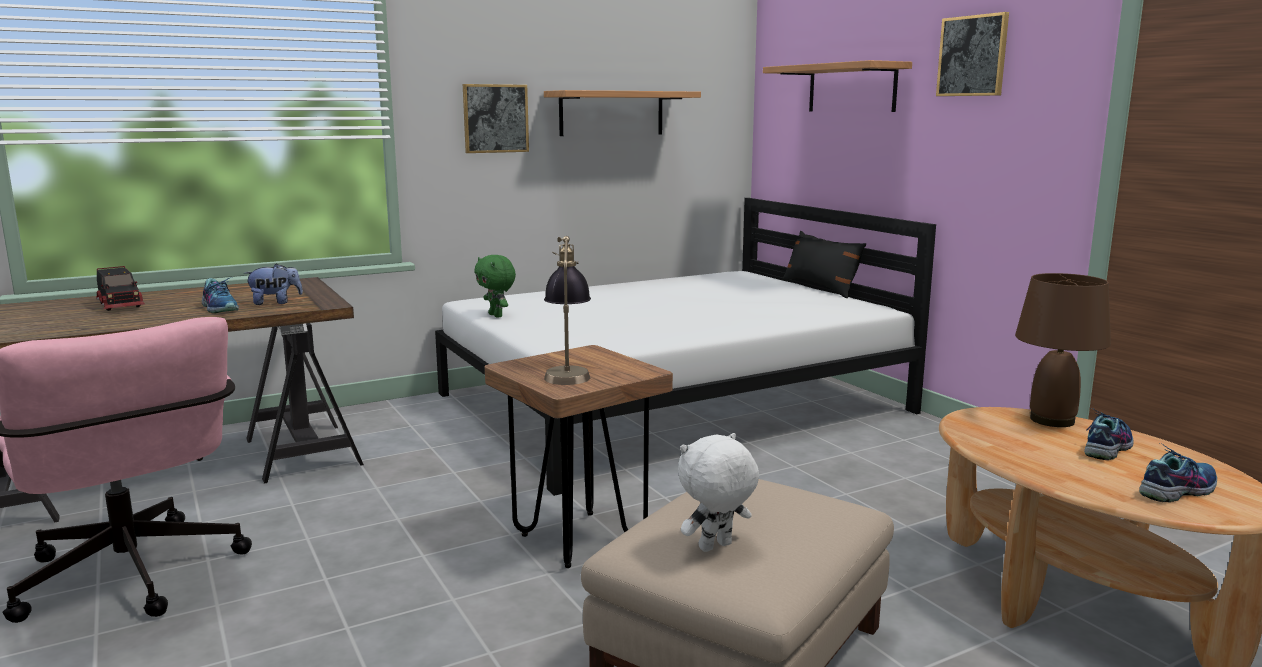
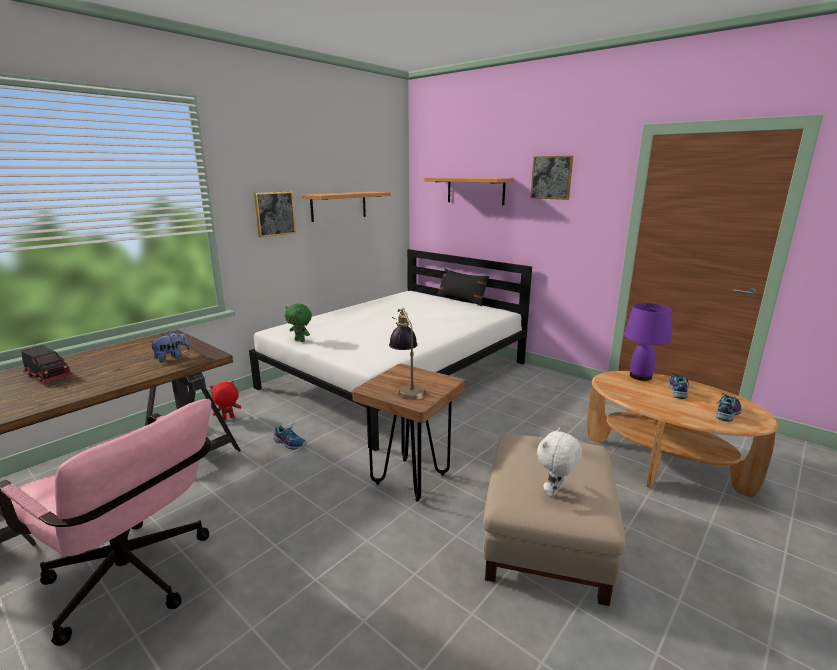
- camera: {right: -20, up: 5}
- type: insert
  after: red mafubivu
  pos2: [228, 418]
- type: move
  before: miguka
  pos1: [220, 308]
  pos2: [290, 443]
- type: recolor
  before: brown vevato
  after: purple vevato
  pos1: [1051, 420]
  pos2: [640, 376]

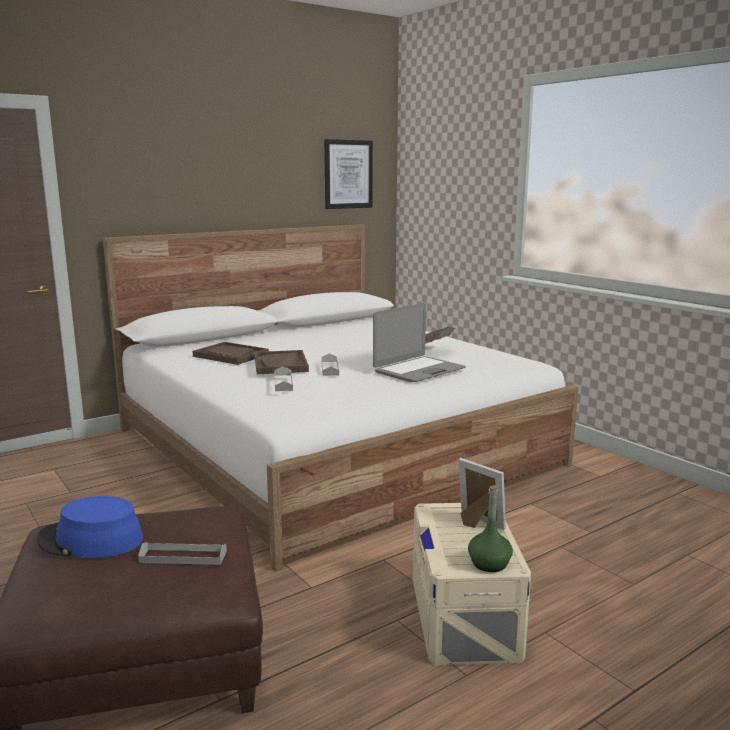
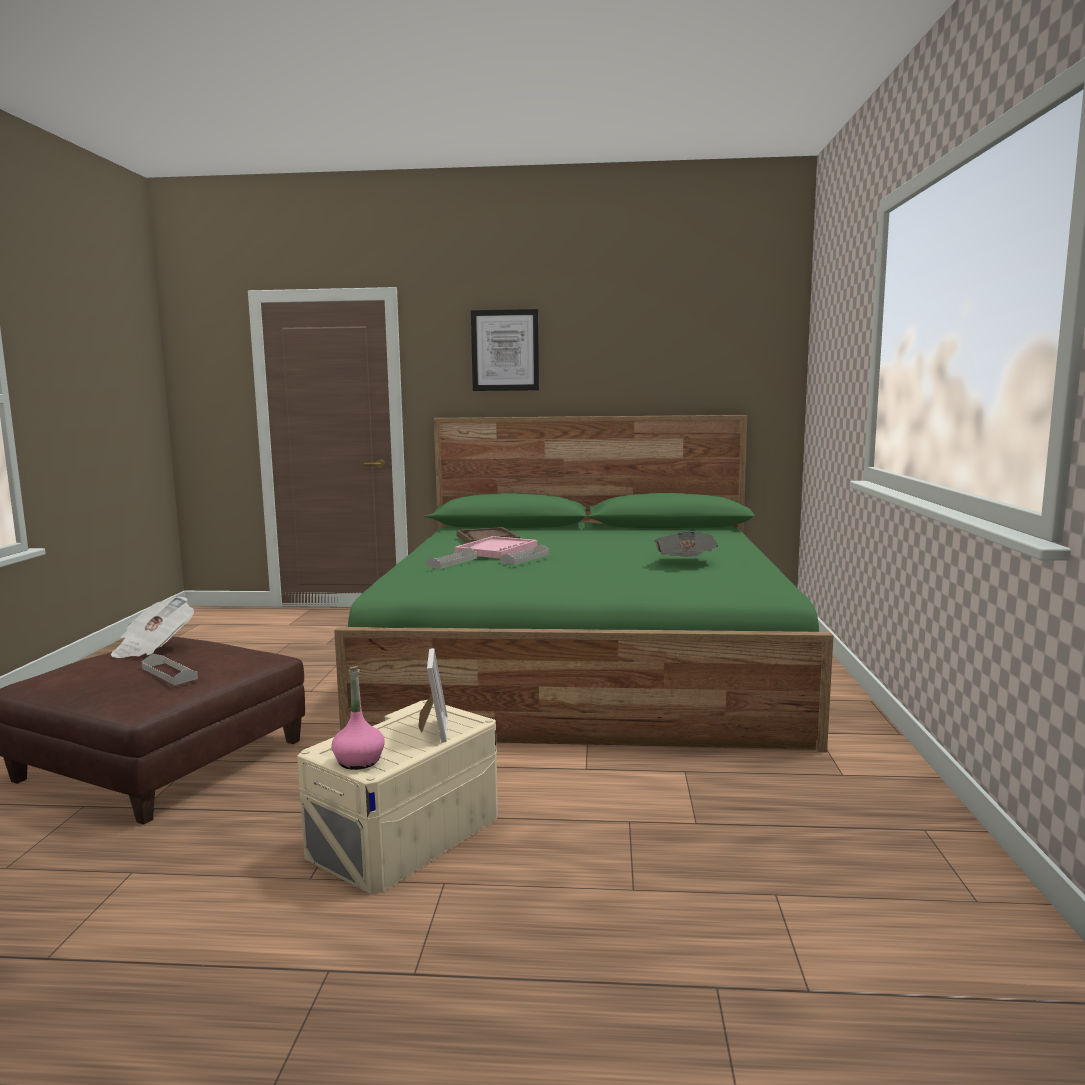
- camera: {right: 40, up: -5}
- type: replace
  before: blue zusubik
  after: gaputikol
  pos1: [90, 540]
  pos2: [153, 648]
- type: recolor
  before: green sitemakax
  after: pink sitemakax
  pos1: [489, 564]
  pos2: [358, 761]
- type: recolor
  before: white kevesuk
  after: green kevesuk
  pos1: [331, 446]
  pos2: [585, 661]
- type: recolor
  before: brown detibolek
  after: pink detibolek
  pos1: [280, 364]
  pos2: [496, 550]
- type: move
  before: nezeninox
  pos1: [348, 174]
  pos2: [505, 350]
- type: delete
  before: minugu
  pos1: [418, 370]

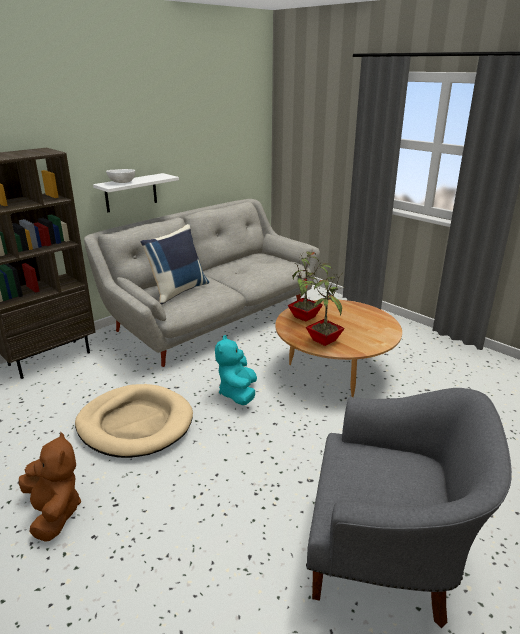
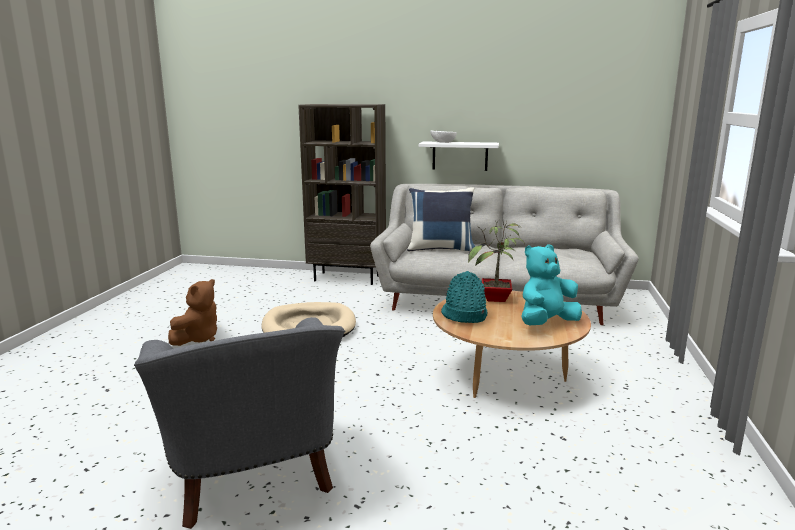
- camera: {right: 55, up: -10}
- type: replace
  before: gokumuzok
  after: turquoise zusubik
  pos1: [323, 340]
  pos2: [464, 315]
- type: move
  before: turquoise mafubivu
  pos1: [238, 393]
  pos2: [546, 323]

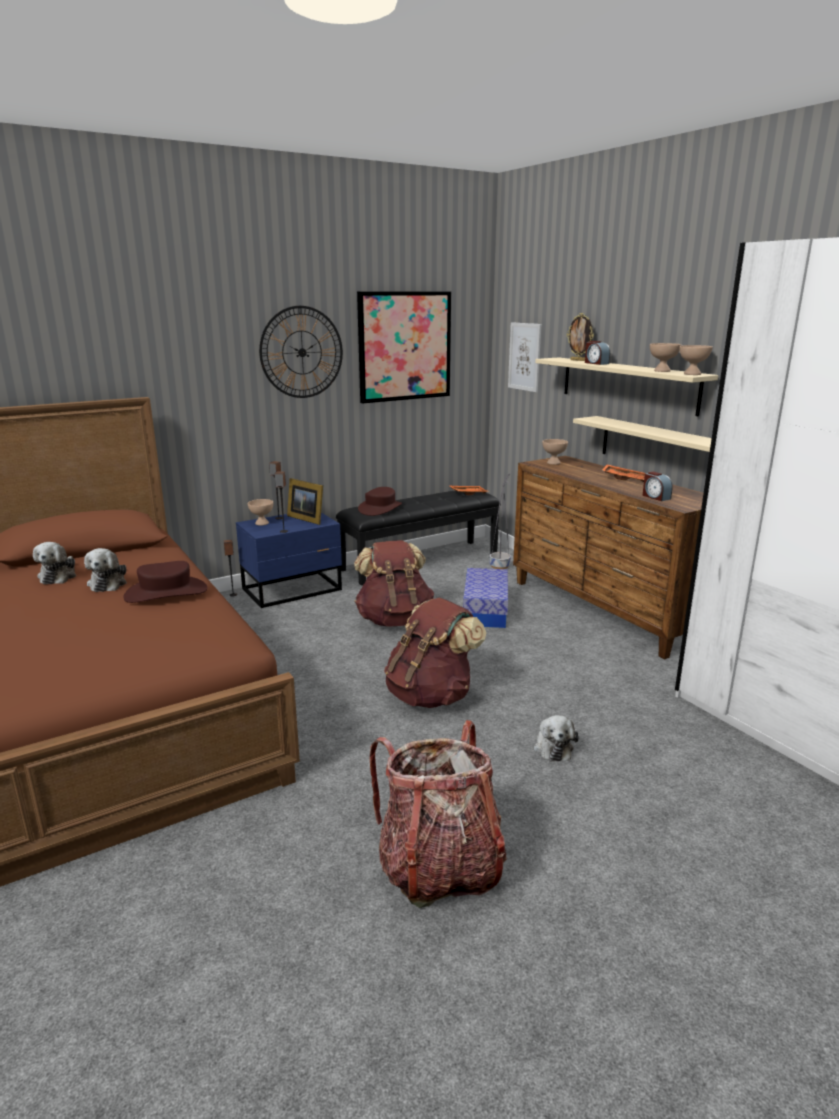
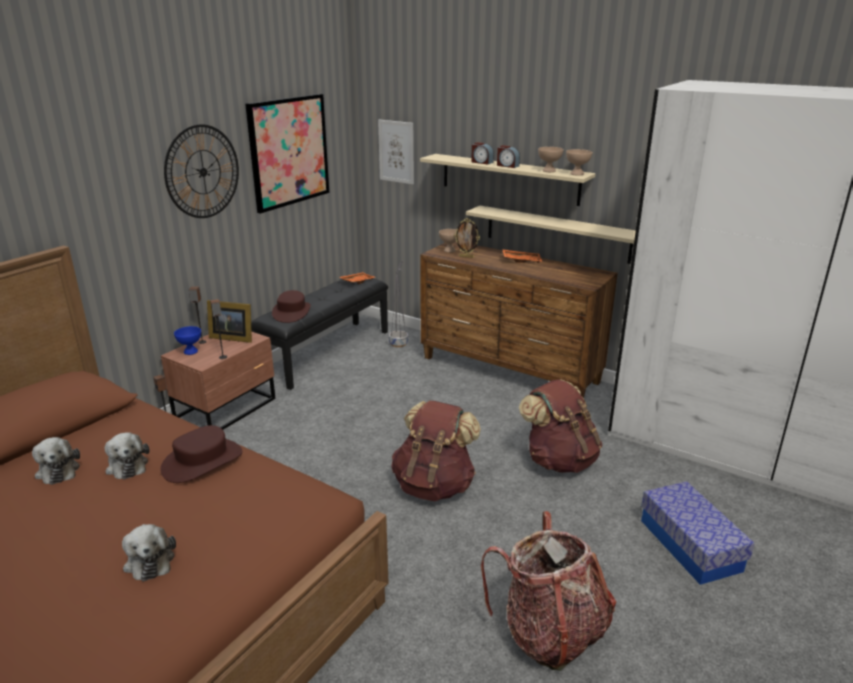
- camera: {right: -25, up: 5}
- type: move
  before: mafubivu
  pos1: [553, 747]
  pos2: [149, 560]
- type: recolor
  before: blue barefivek
  after: brown barefivek
  pos1: [294, 590]
  pos2: [228, 409]
- type: recolor
  before: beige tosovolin
  after: blue tosovolin
  pos1: [262, 523]
  pos2: [191, 352]
- type: move
  before: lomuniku
  pos1: [578, 360]
  pos2: [466, 257]
- type: move
  before: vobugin
  pos1: [655, 497]
  pos2: [507, 166]
- type: move
  before: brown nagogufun
  pos1: [394, 620]
  pos2: [559, 460]
- type: move
  before: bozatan
  pos1: [485, 610]
  pos2: [690, 545]

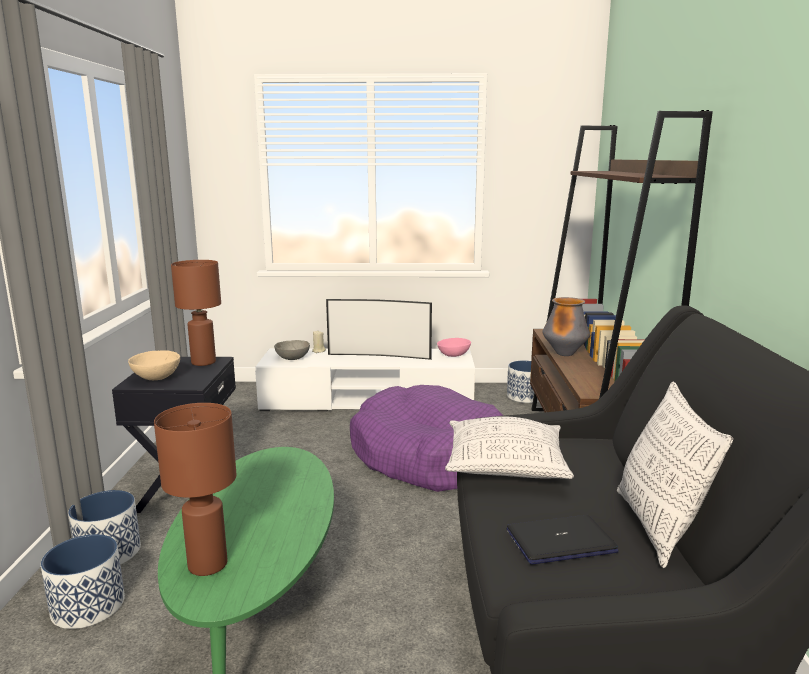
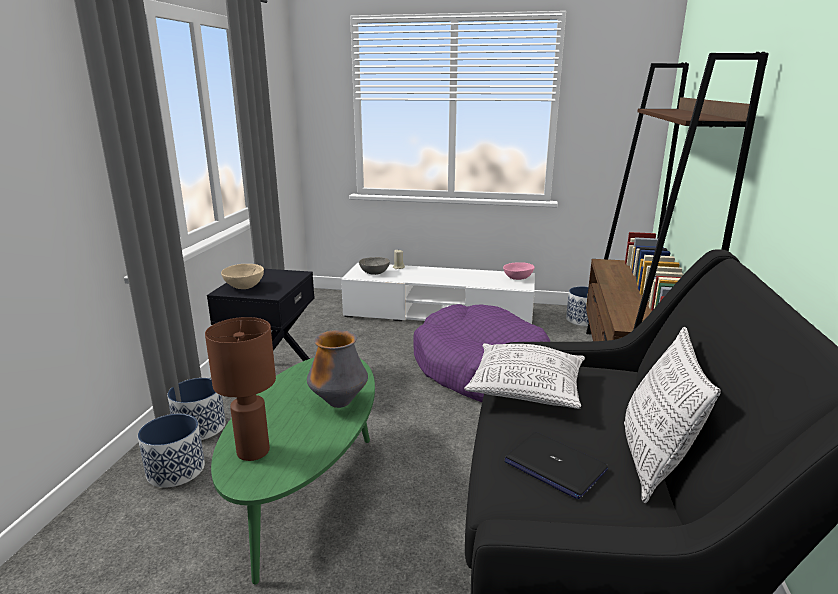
- camera: {right: 10, up: 5}
- type: move
  before: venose
  pos1: [564, 354]
  pos2: [339, 403]
- type: rotate
  before: minugu
  pos1: [560, 541]
  pos2: [554, 466]
  turn: -135
- type: delete
  before: brown vevato
  pos1: [203, 362]
- type: delete
  before: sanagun
  pos1: [379, 355]

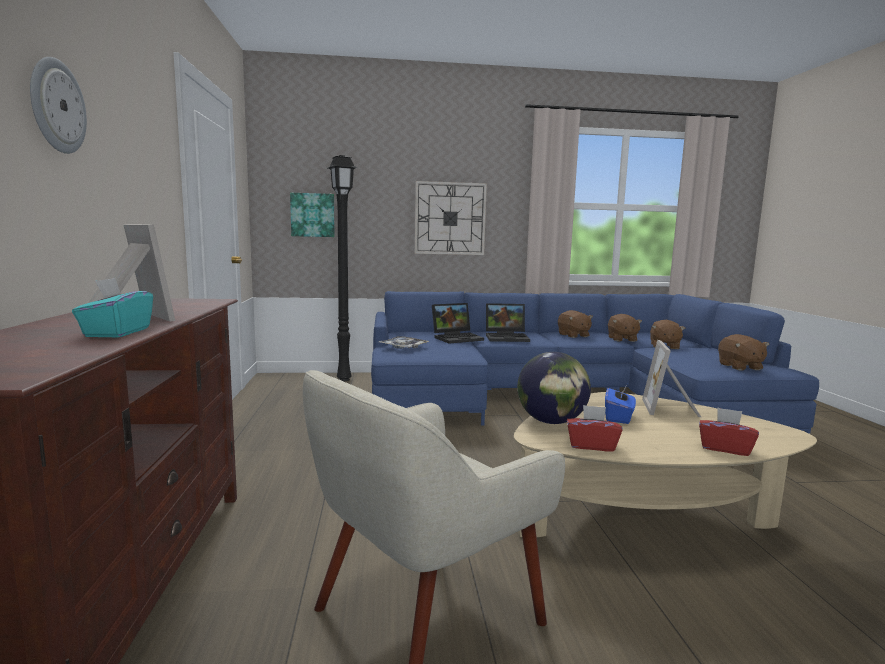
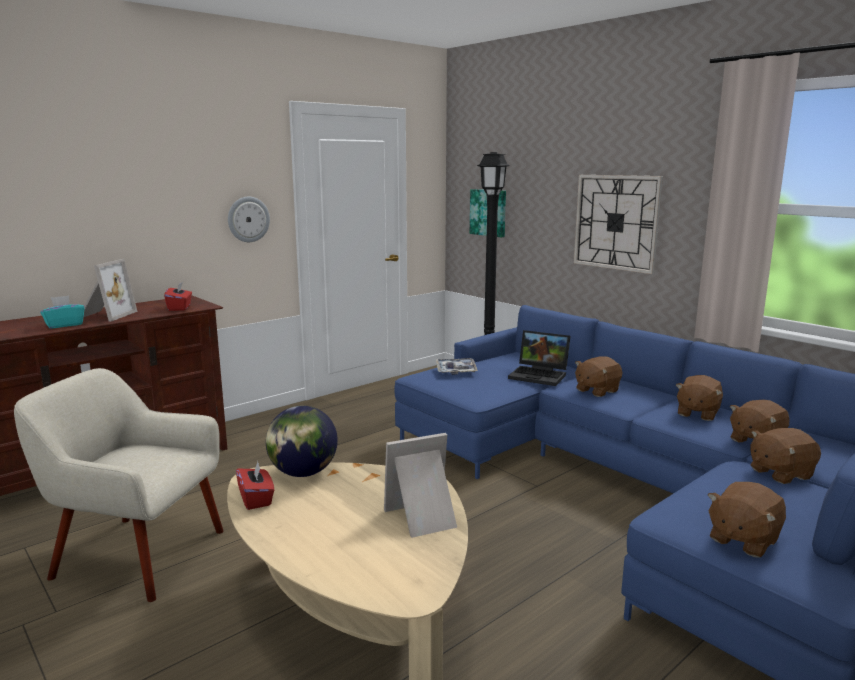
- camera: {right: 55, up: 5}
- type: move
  before: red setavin
  pos1: [724, 448]
  pos2: [180, 308]
- type: move
  before: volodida
  pos1: [56, 106]
  pos2: [248, 219]
- type: replace
  before: minugu
  after: brown mafubivu
  pos1: [507, 337]
  pos2: [596, 390]
- type: delete
  before: blue setavin
  pos1: [618, 417]

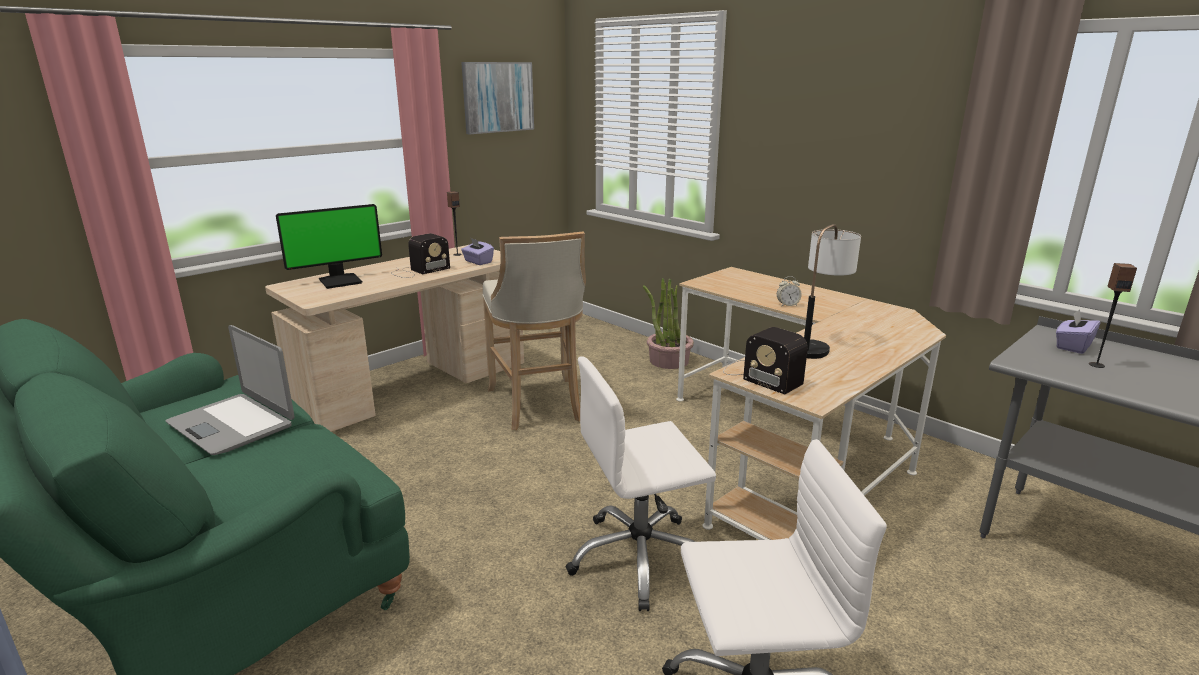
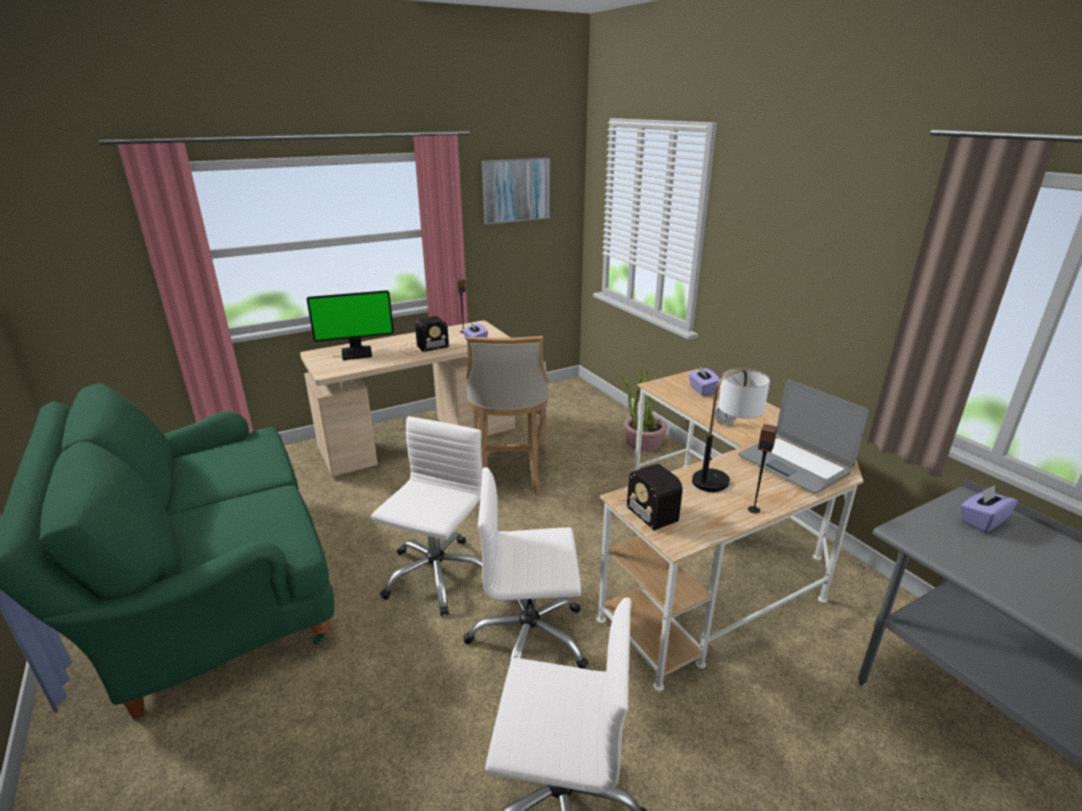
- camera: {right: 15, up: 5}
- type: insert
  after: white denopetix
  pos2: [436, 575]
- type: insert
  after: purple setavin
  pos2: [702, 390]
- type: move
  before: minugu
  pos1: [232, 424]
  pos2: [794, 464]
- type: move
  before: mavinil
  pos1: [1096, 365]
  pos2: [754, 509]

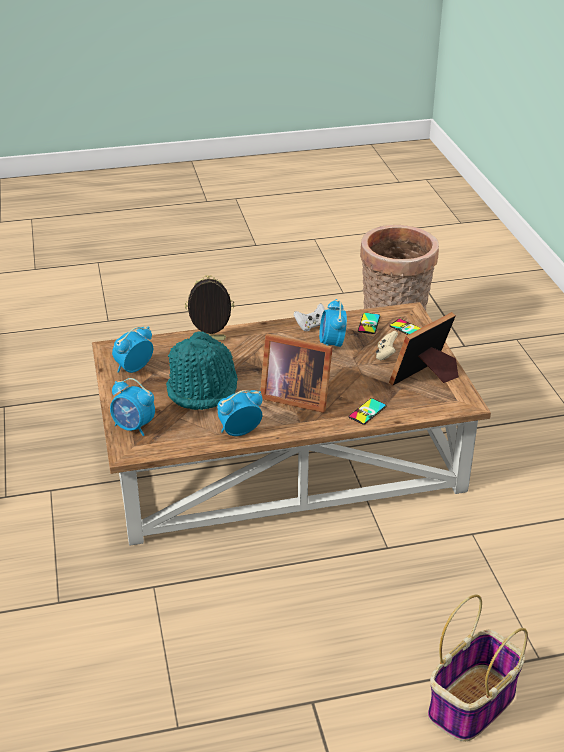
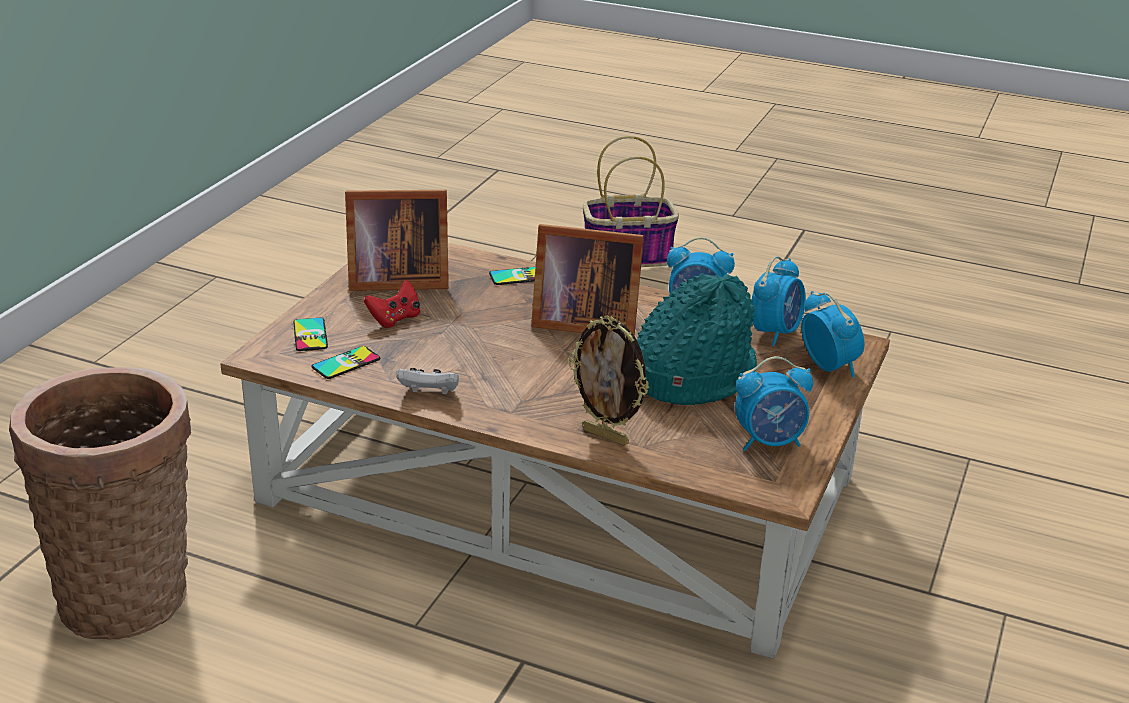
- camera: {right: -145, up: -5}
- type: recolor
  before: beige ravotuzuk
  after: red ravotuzuk
  pos1: [386, 354]
  pos2: [395, 319]
- type: rotate
  before: lomuniku
  pos1: [294, 396]
  pos2: [582, 321]
  turn: 135
- type: move
  before: vobugin
  pos1: [332, 344]
  pos2: [775, 332]

